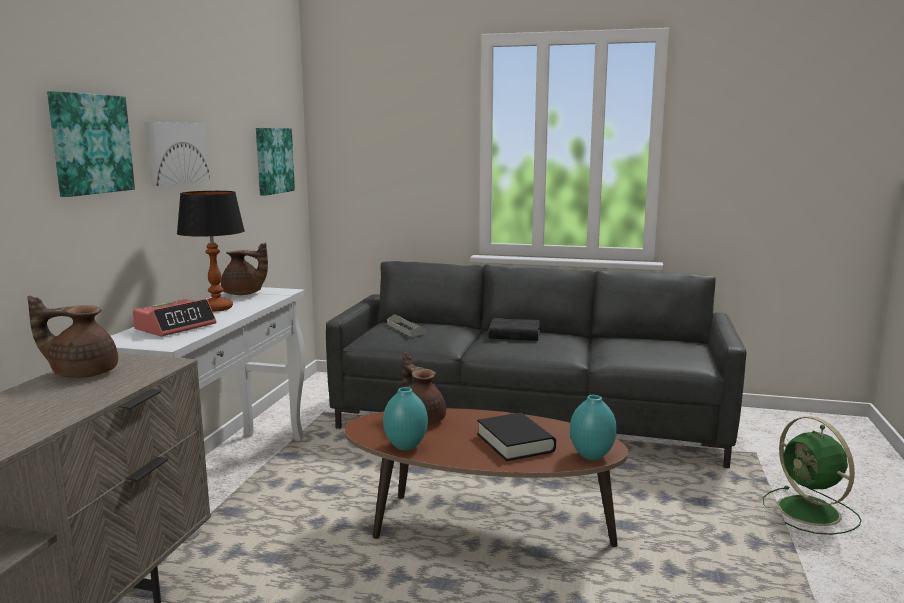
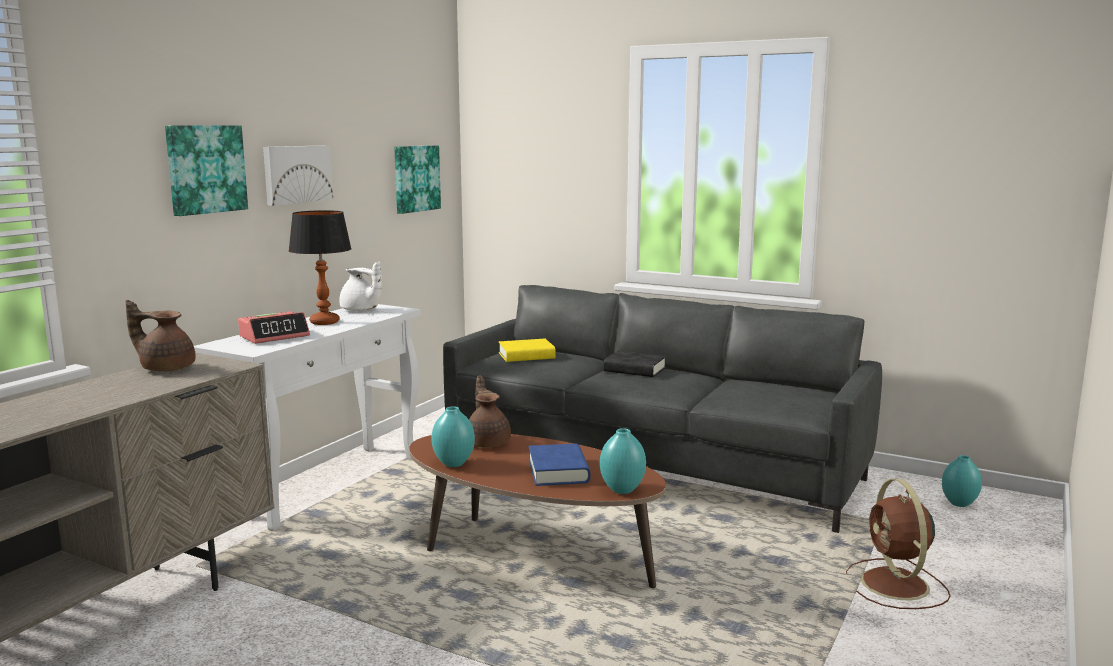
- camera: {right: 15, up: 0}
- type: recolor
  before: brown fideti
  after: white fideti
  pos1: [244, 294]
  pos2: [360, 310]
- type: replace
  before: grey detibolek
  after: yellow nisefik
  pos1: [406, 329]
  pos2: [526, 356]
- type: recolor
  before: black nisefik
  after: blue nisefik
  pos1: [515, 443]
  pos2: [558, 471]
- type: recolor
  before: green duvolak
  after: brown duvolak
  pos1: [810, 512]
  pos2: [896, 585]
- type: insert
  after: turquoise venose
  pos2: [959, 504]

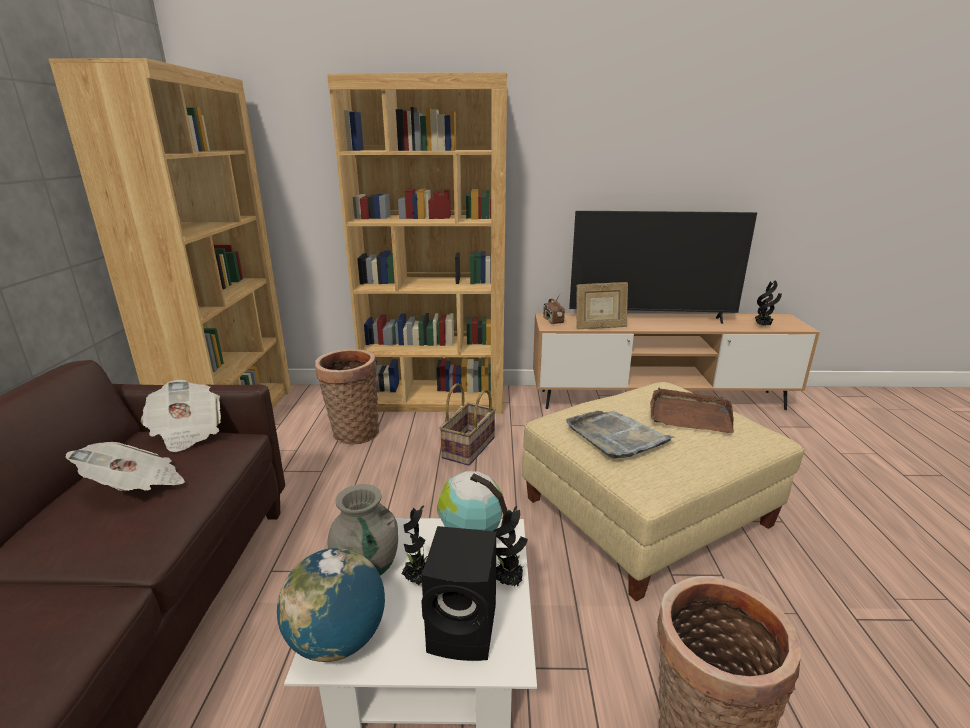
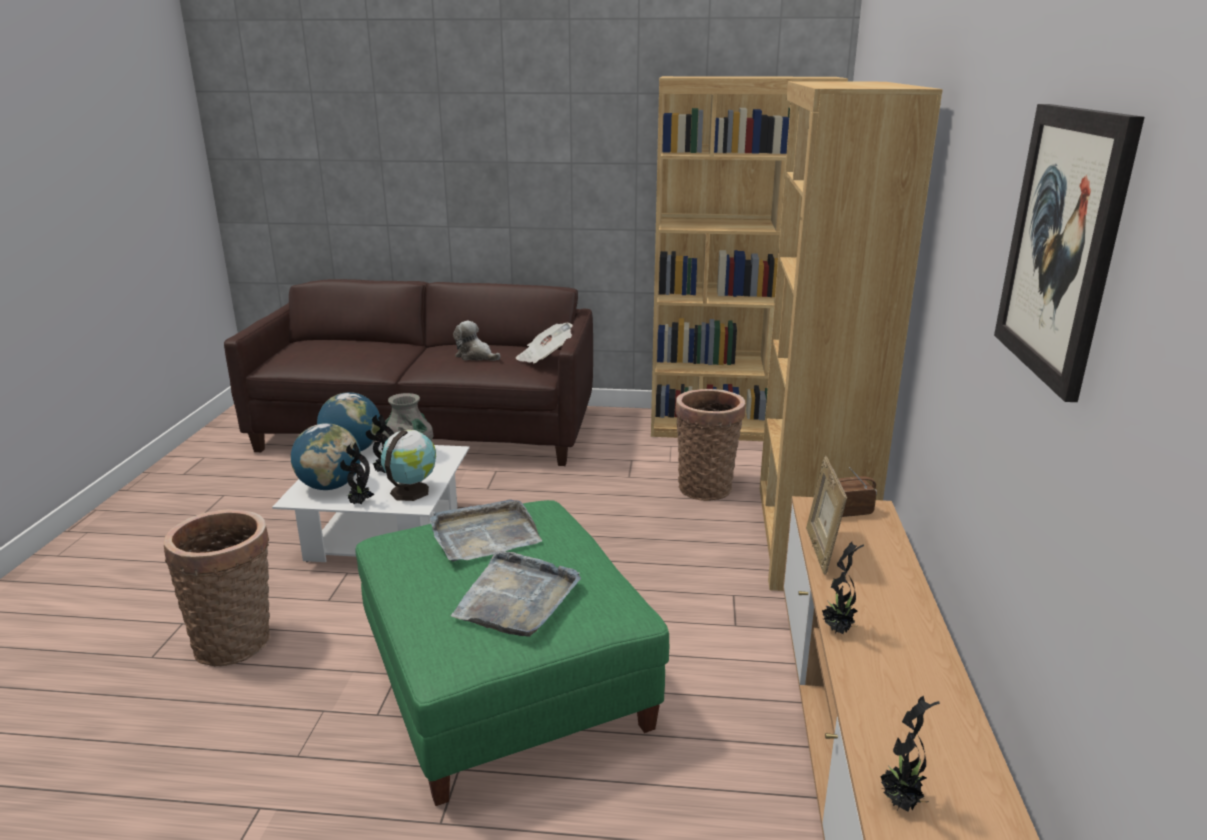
- camera: {right: 95, up: 0}
- type: replace
  before: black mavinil
  after: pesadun
  pos1: [465, 629]
  pos2: [330, 486]
- type: recolor
  before: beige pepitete
  after: green pepitete
  pos1: [647, 511]
  pos2: [506, 683]
- type: recolor
  before: brown detibolek
  after: grey detibolek
  pos1: [689, 414]
  pos2: [517, 598]
- type: replace
  before: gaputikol
  after: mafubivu
  pos1: [136, 486]
  pos2: [476, 356]
- type: insert
  after: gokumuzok
  pos2: [838, 630]
- type: insert
  after: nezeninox
  pos2: [1062, 245]
- type: delete
  before: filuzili
  pos1: [469, 448]
- type: delete
  before: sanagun
  pos1: [651, 318]

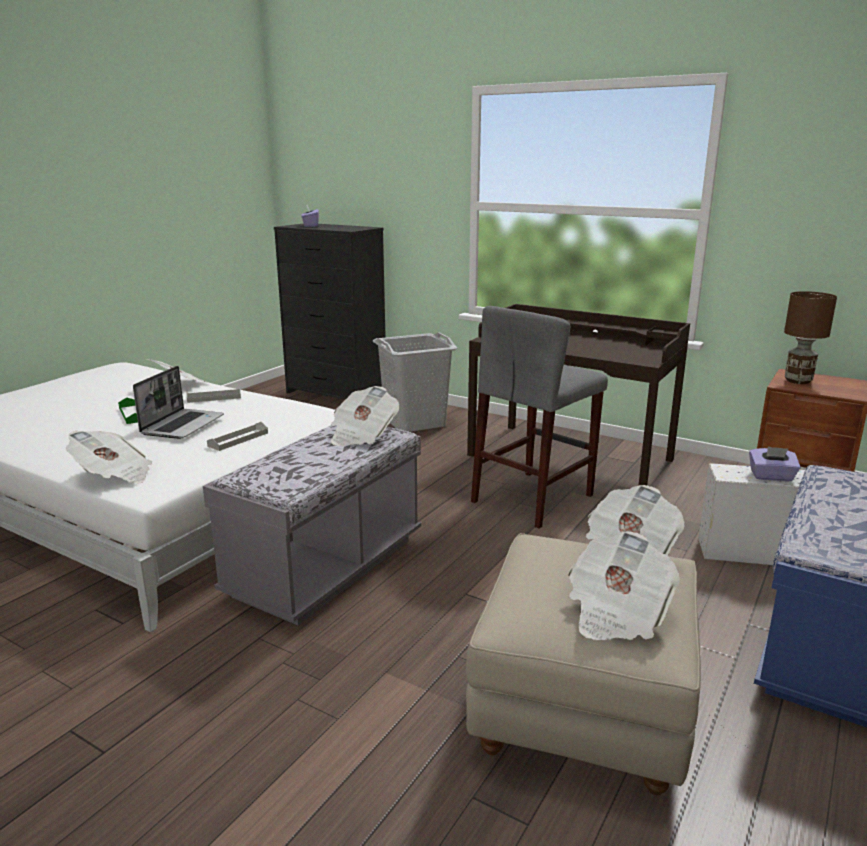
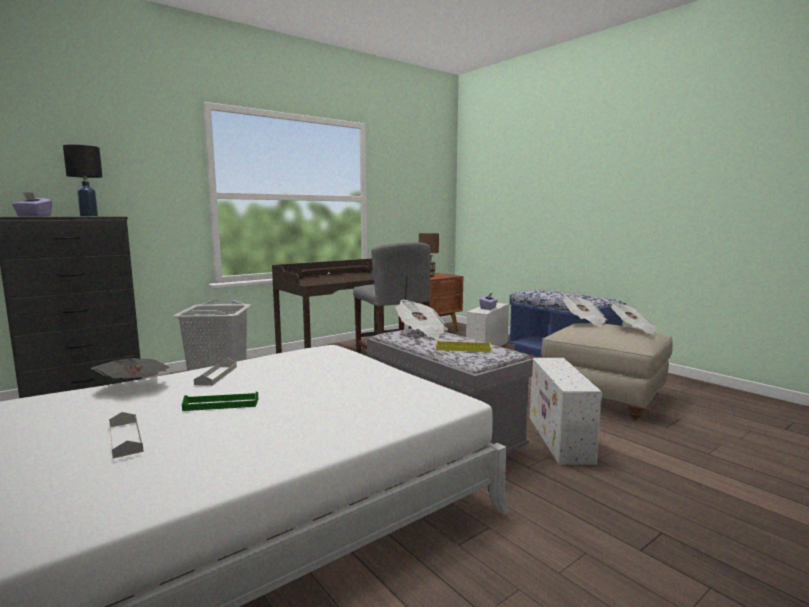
- camera: {right: -70, up: -10}
- type: insert
  after: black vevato
  pos2: [89, 216]
- type: move
  before: grey detibolek
  pos1: [238, 439]
  pos2: [125, 438]
- type: insert
  after: yellow detibolek
  pos2: [463, 348]
- type: insert
  after: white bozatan
  pos2: [560, 439]
- type: delete
  before: gaputikol
  pos1: [114, 475]
- type: delete
  before: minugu
  pos1: [183, 425]

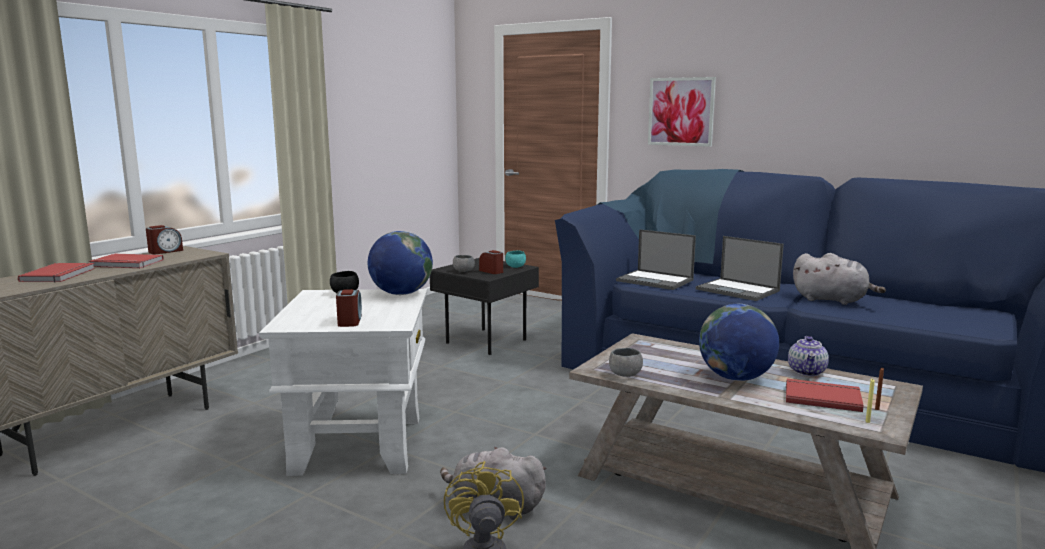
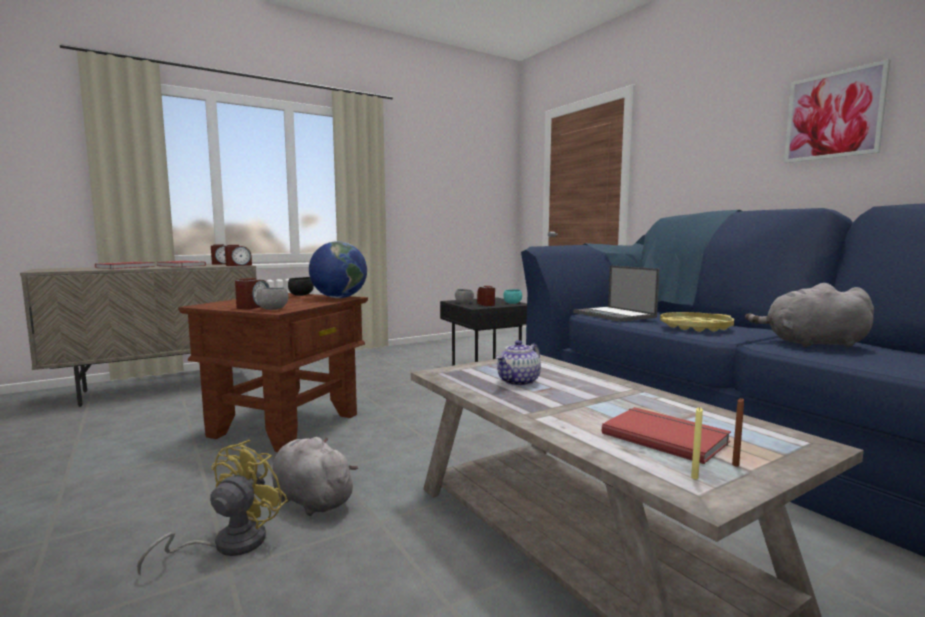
- camera: {right: 25, up: -5}
- type: recolor
  before: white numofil
  after: brown numofil
  pos1: [359, 444]
  pos2: [286, 425]
- type: insert
  after: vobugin
  pos2: [238, 265]
- type: move
  before: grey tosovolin
  pos1: [625, 374]
  pos2: [273, 309]
- type: move
  before: fideti
  pos1: [807, 372]
  pos2: [518, 382]
- type: replace
  before: minugu
  after: yellow detibolek
  pos1: [738, 290]
  pos2: [696, 327]
- type: rotate
  before: grey mafubivu
  pos1: [832, 300]
  pos2: [811, 344]
  turn: 135
- type: move
  before: nezeninox
  pos1: [681, 111]
  pos2: [834, 115]
- type: delete
  before: pesadun
  pos1: [735, 378]

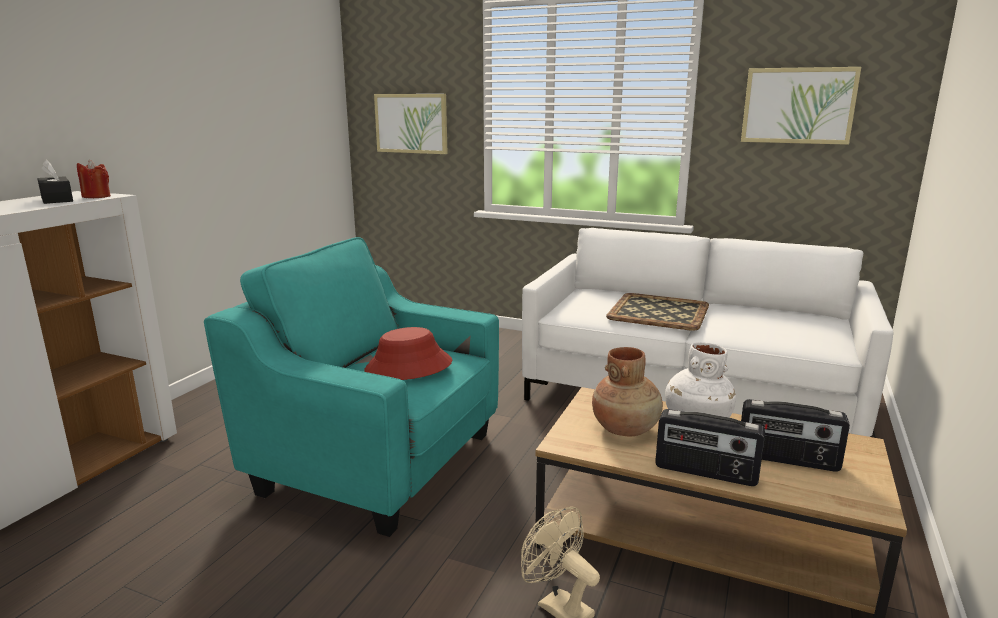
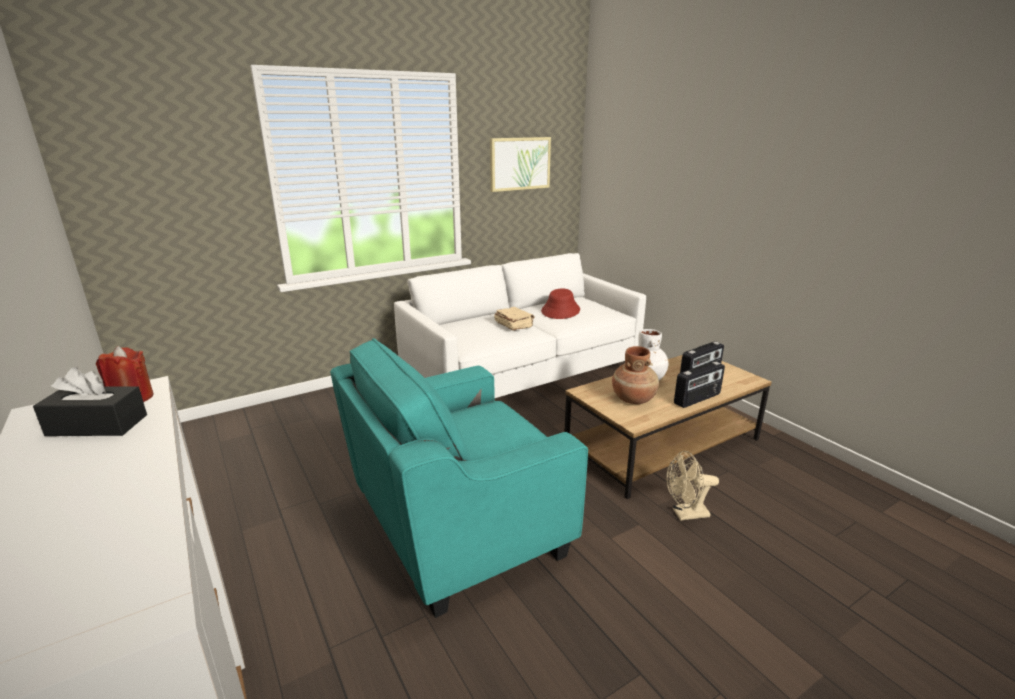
- camera: {right: -55, up: 5}
- type: replace
  before: detibolek
  after: beige nisefik
  pos1: [659, 312]
  pos2: [513, 325]
- type: move
  before: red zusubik
  pos1: [408, 367]
  pos2: [560, 311]
- type: delete
  before: nezeninox
  pos1: [411, 123]

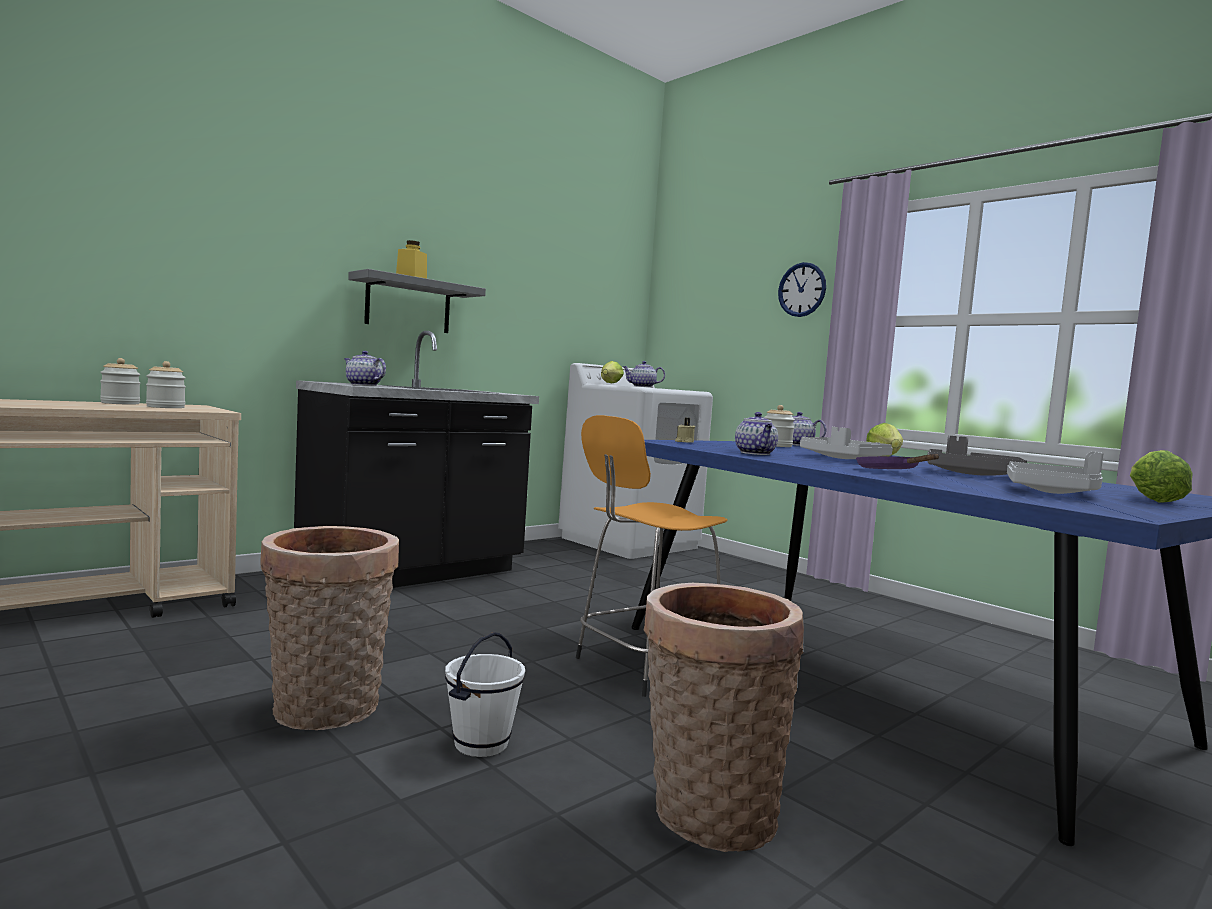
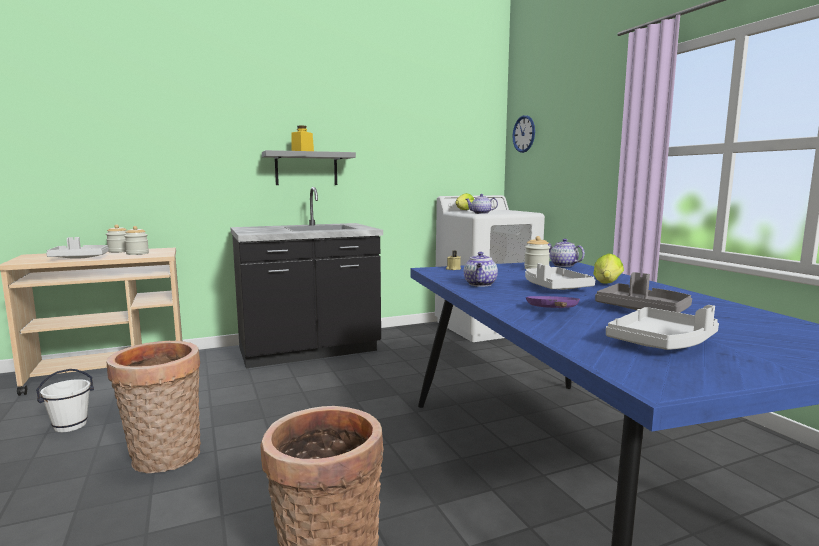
- camera: {right: 20, up: 5}
- type: move
  before: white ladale
  pos1: [480, 744]
  pos2: [70, 425]
- type: insert
  after: grey detibolek
  pos2: [80, 258]
- type: move
  before: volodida
  pos1: [802, 289]
  pos2: [524, 134]
- type: delete
  before: fideti
  pos1: [362, 385]
- type: delete
  before: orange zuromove
  pos1: [644, 667]
- type: delete
  before: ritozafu
  pos1: [1152, 500]

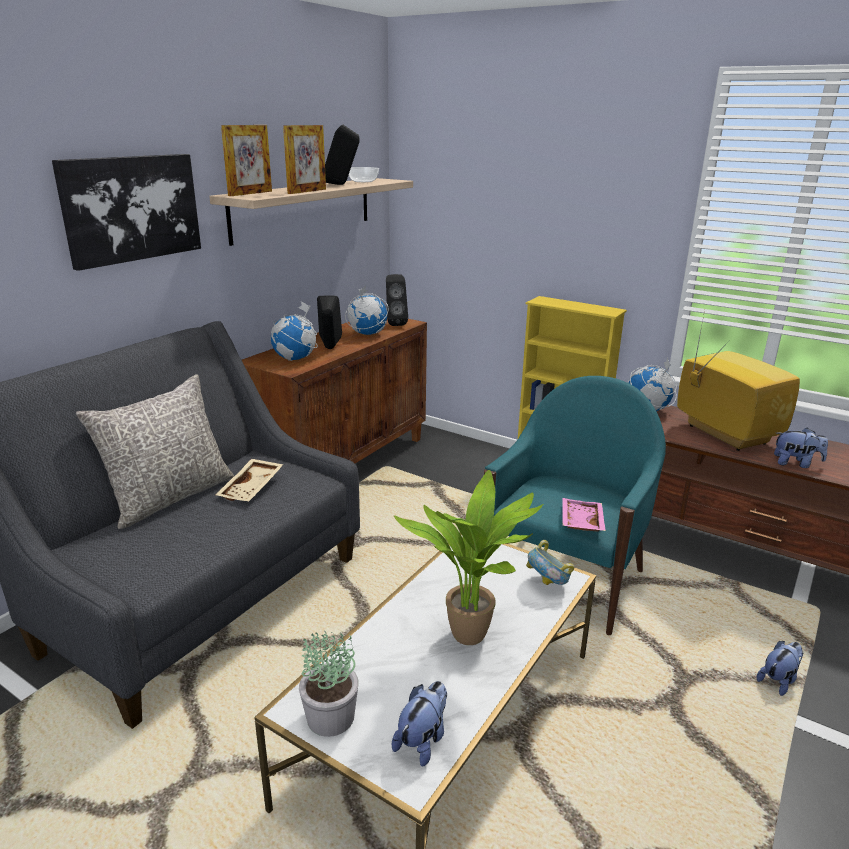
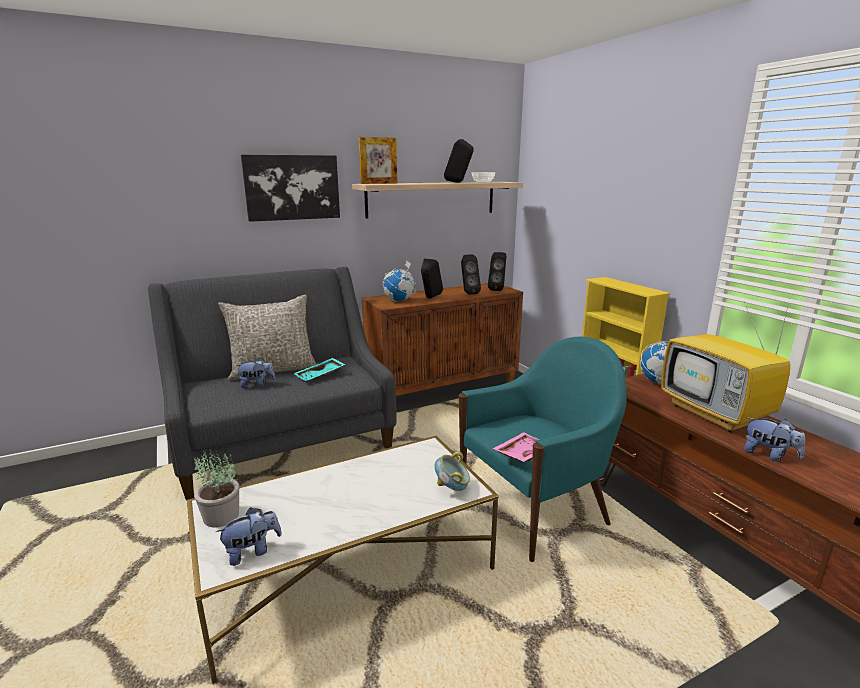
- camera: {right: 30, up: -5}
- type: move
  before: mafubivu
  pos1: [778, 680]
  pos2: [257, 385]
- type: recolor
  before: beige detibolek
  after: turquoise detibolek
  pos1: [252, 488]
  pos2: [320, 375]
- type: replace
  before: pesadun
  after: black mavinil
  pos1: [367, 334]
  pos2: [468, 293]
- type: rotate
  before: sanagun
  pos1: [723, 434]
  pos2: [716, 415]
  turn: 150
- type: delete
  before: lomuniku
  pos1: [307, 191]
- type: delete
  before: gokumuzok
  pos1: [473, 639]

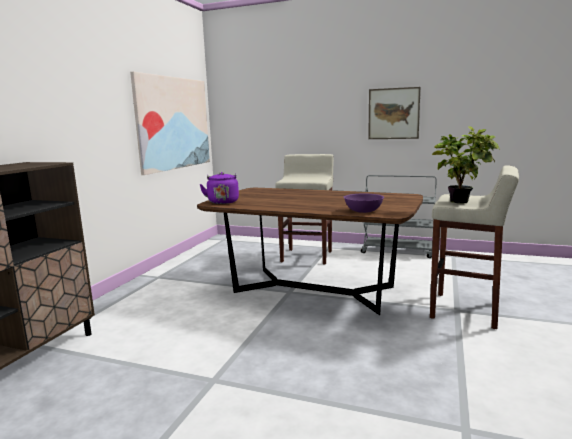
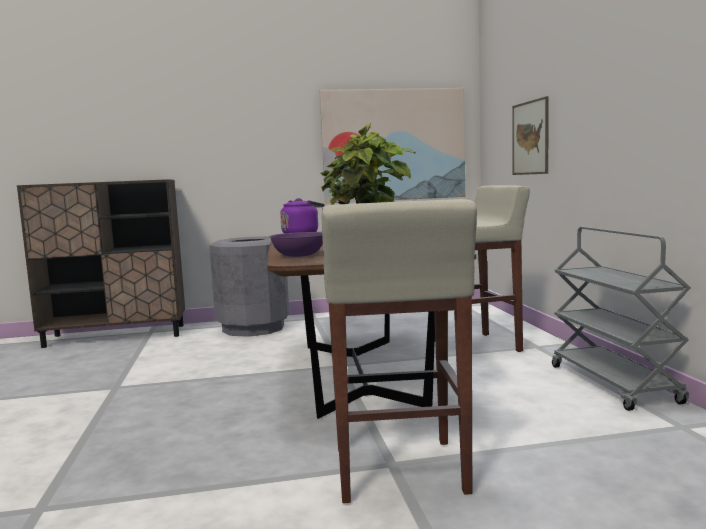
- camera: {right: 60, up: -5}
- type: insert
  after: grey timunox
  pos2: [254, 328]
- type: move
  before: nezeninox
  pos1: [393, 113]
  pos2: [530, 138]

